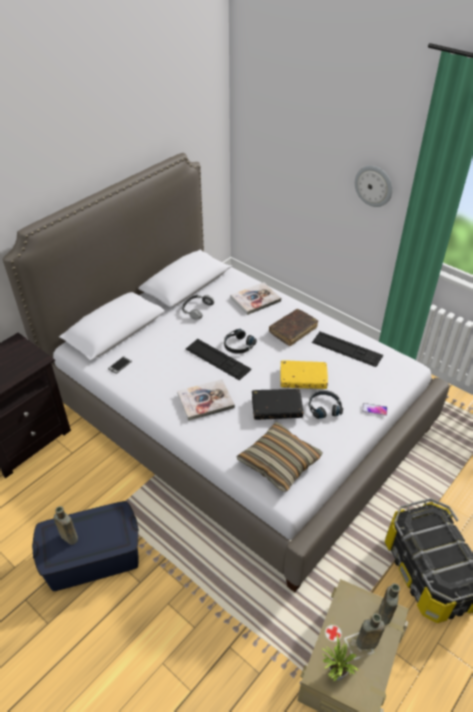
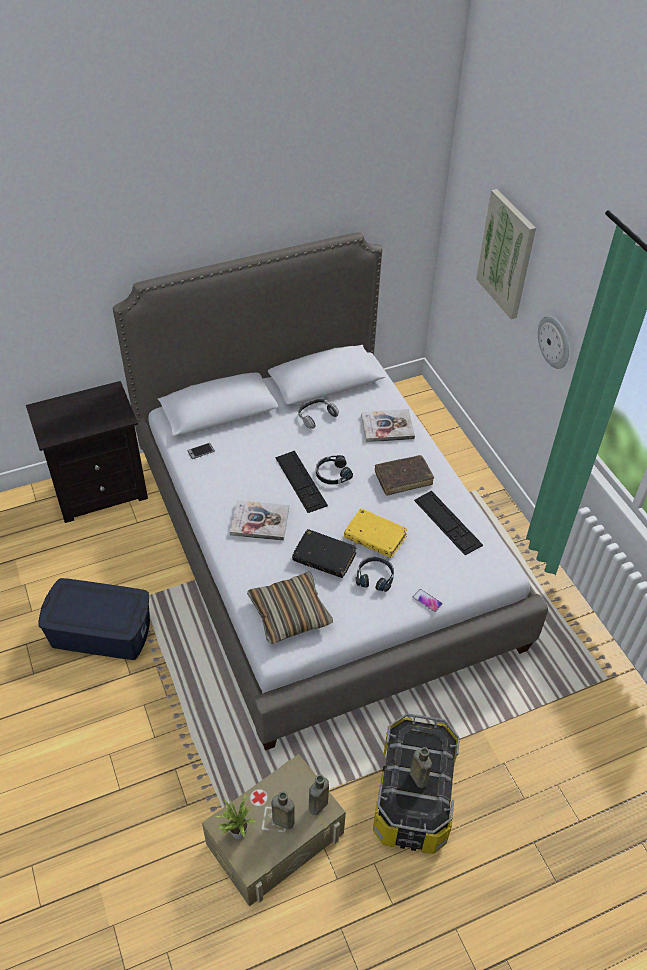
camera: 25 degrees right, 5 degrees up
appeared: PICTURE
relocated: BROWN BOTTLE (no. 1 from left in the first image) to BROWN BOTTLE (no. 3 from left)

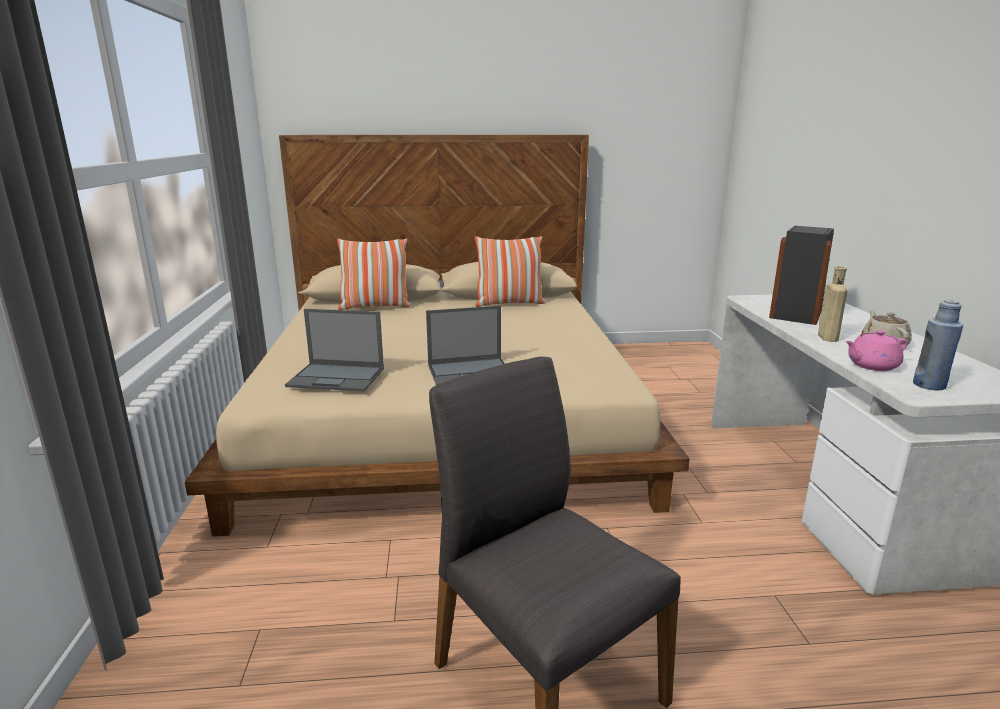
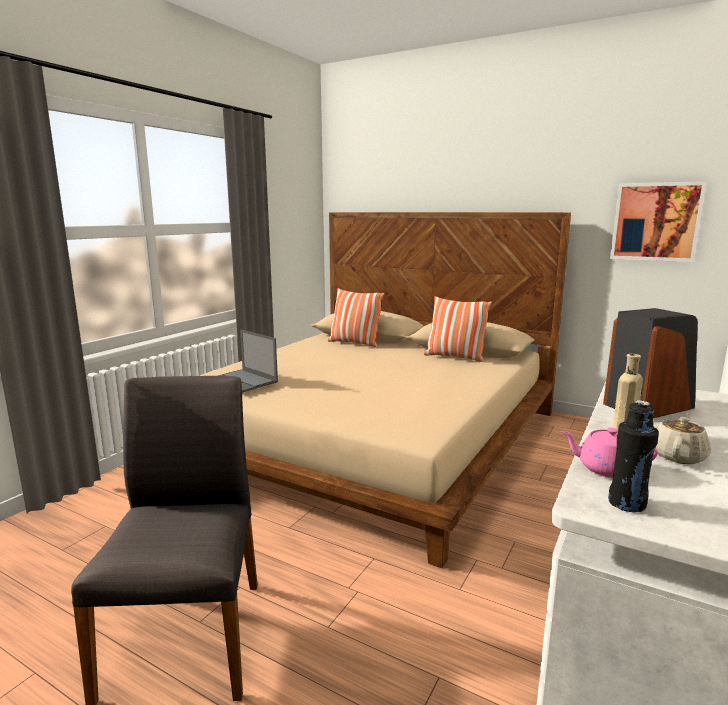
camera: 35 degrees right, 5 degrees down
missing: LAPTOP (no. 2 from left)
appeared: PICTURE
colour: BLUE BOTTLE to BLACK BOTTLE

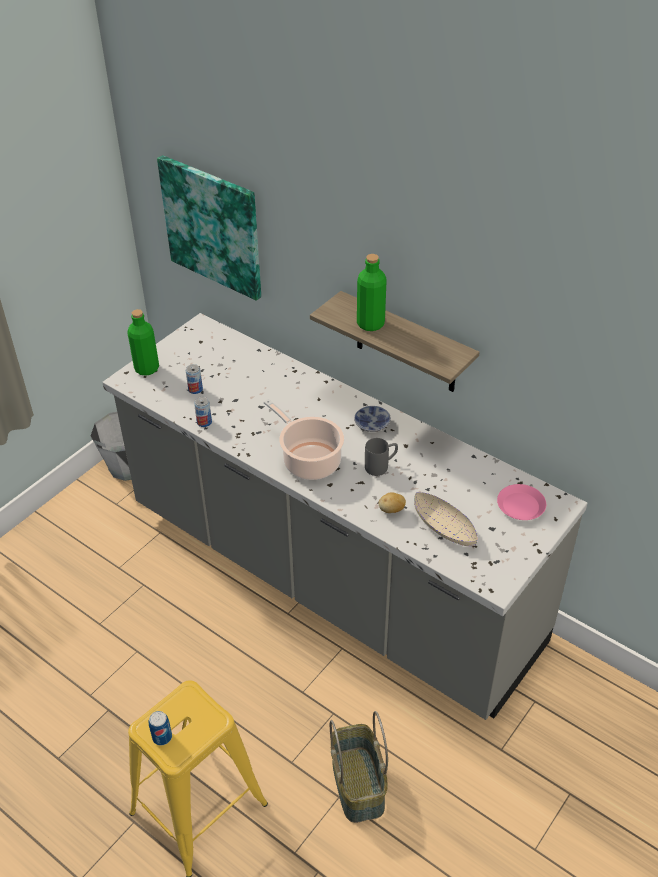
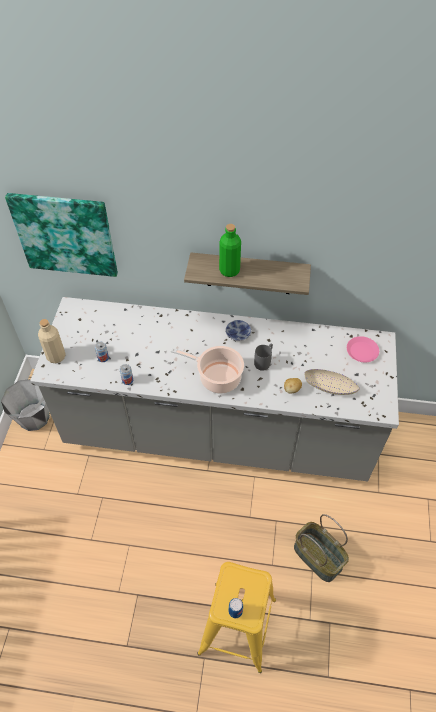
camera: 30 degrees left, 10 degrees up
colour: GREEN BOTTLE (no. 1 from left) to BEIGE BOTTLE

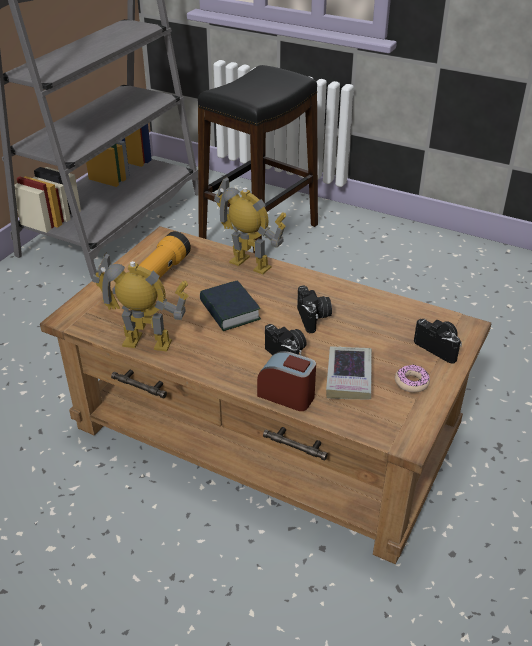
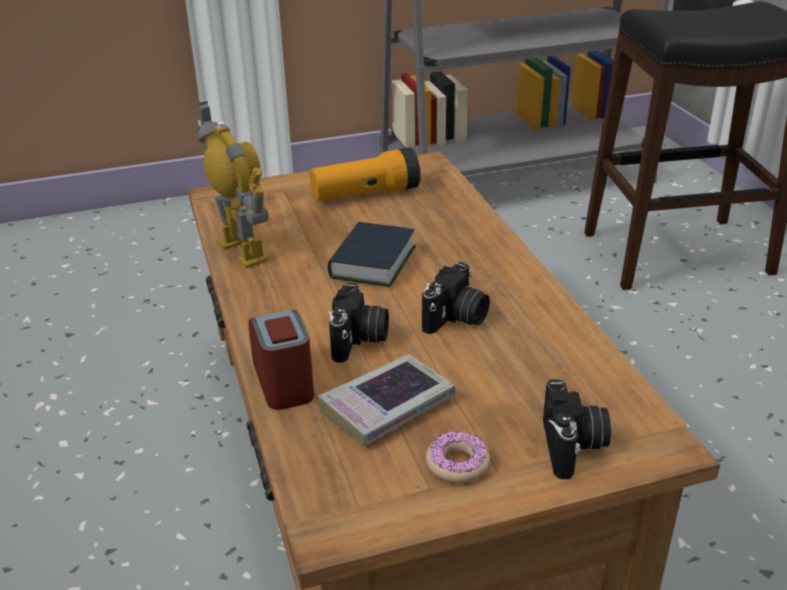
camera: 45 degrees right, 5 degrees down
missing: TOY ROBOT (no. 2 from left)

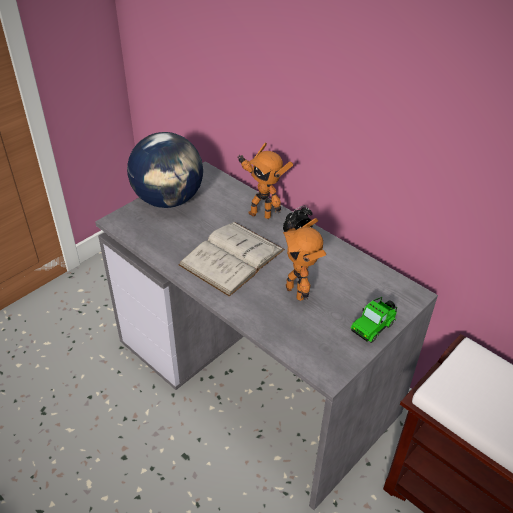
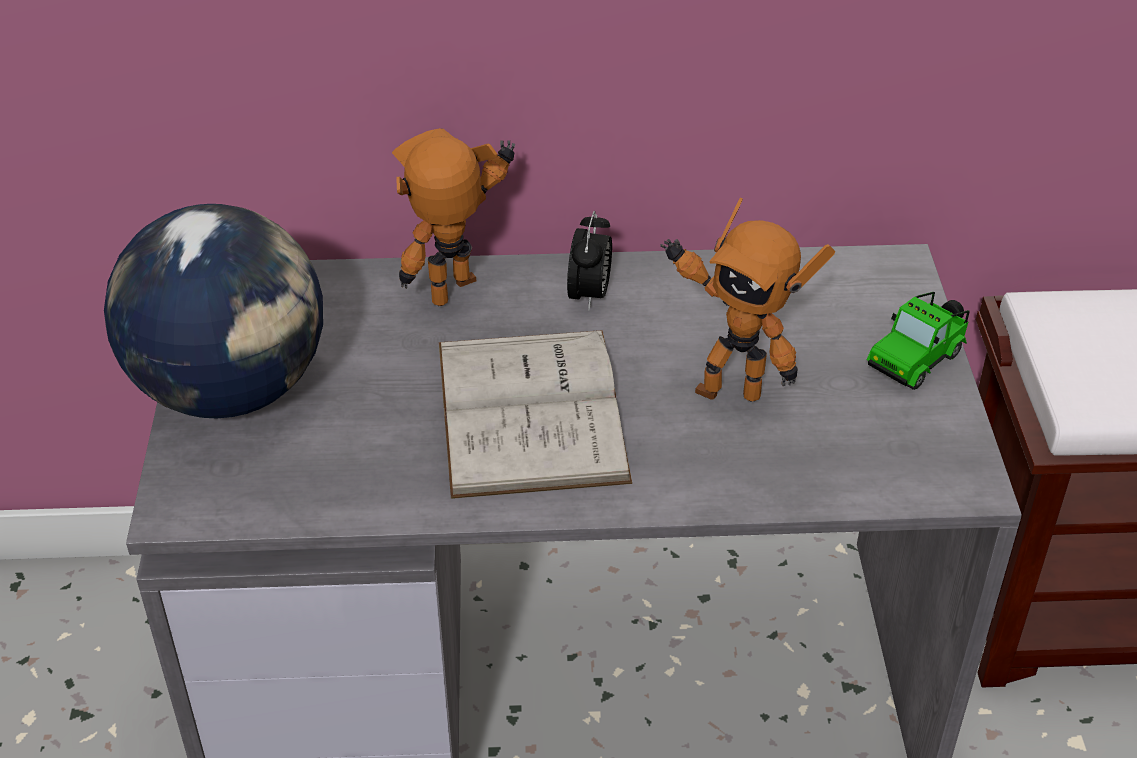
camera: 45 degrees left, 0 degrees up
spun: TOY ROBOT (no. 1 from left) 150 degrees clockwise; TOY CAR 45 degrees clockwise

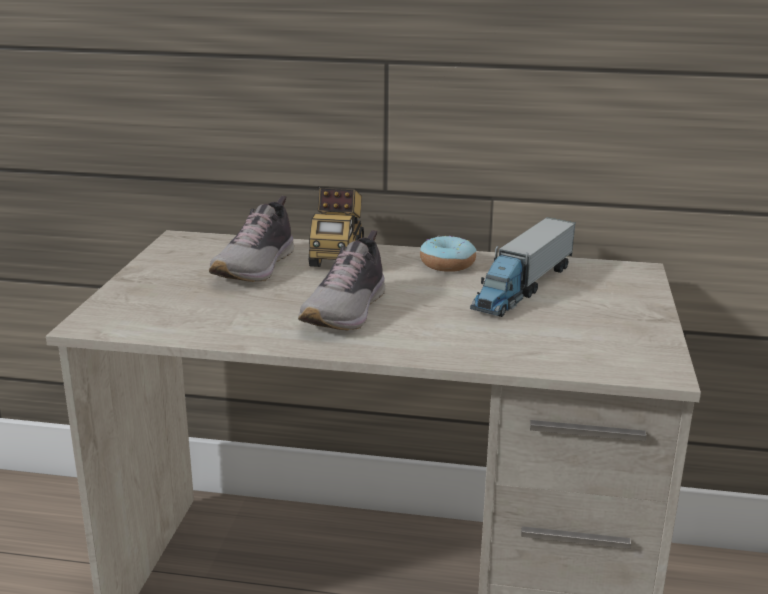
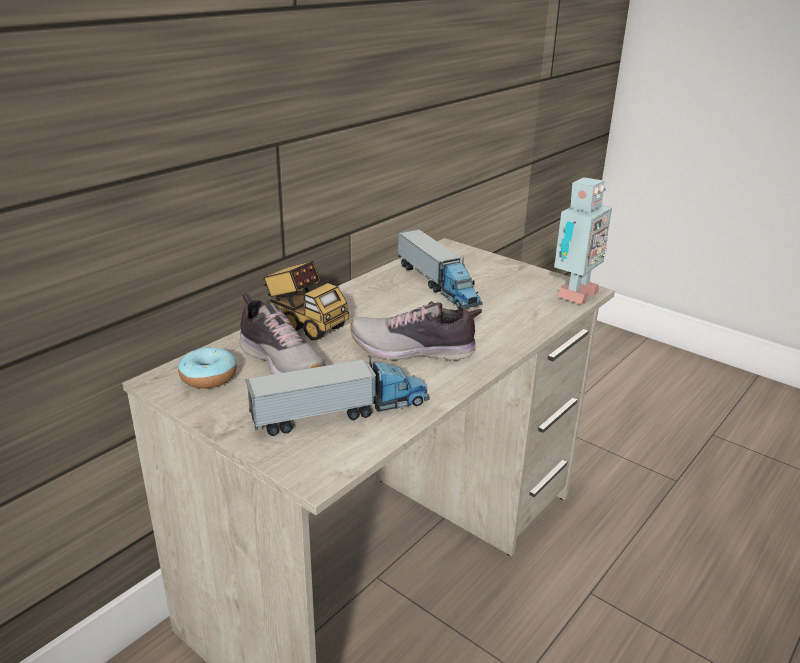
camera: 60 degrees left, 5 degrees up
appeared: TOY TRUCK (no. 2 from left); TOY ROBOT
relocated: DONUT
spun: SHOE (no. 2 from left) 135 degrees clockwise

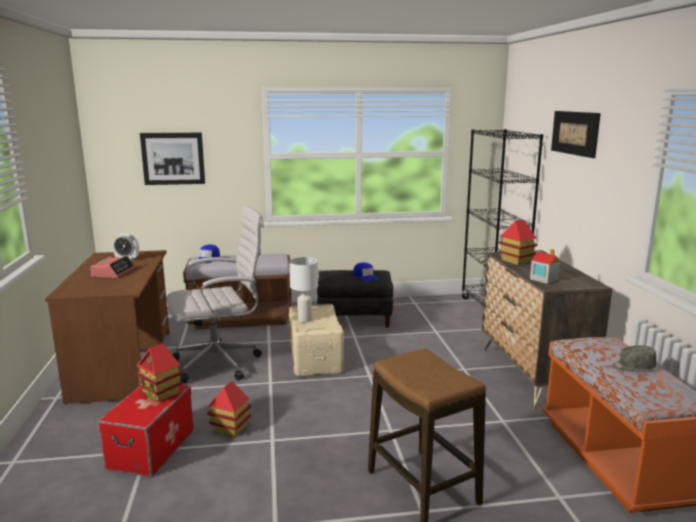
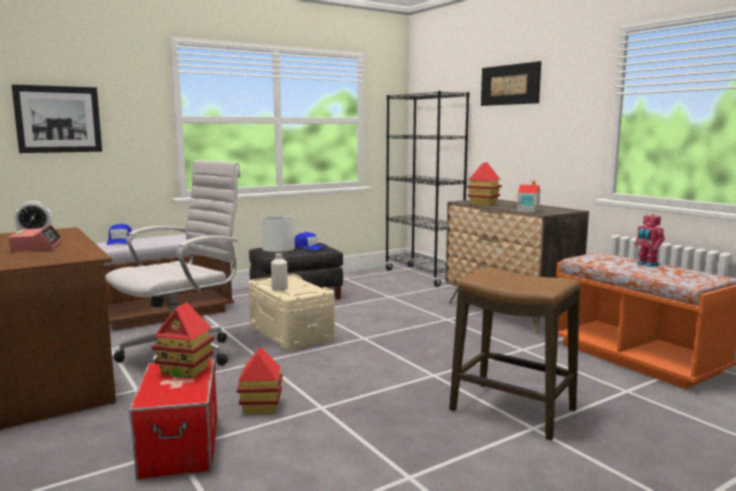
camera: 25 degrees left, 5 degrees down
exchanged: GREY CAP to TOY ROBOT

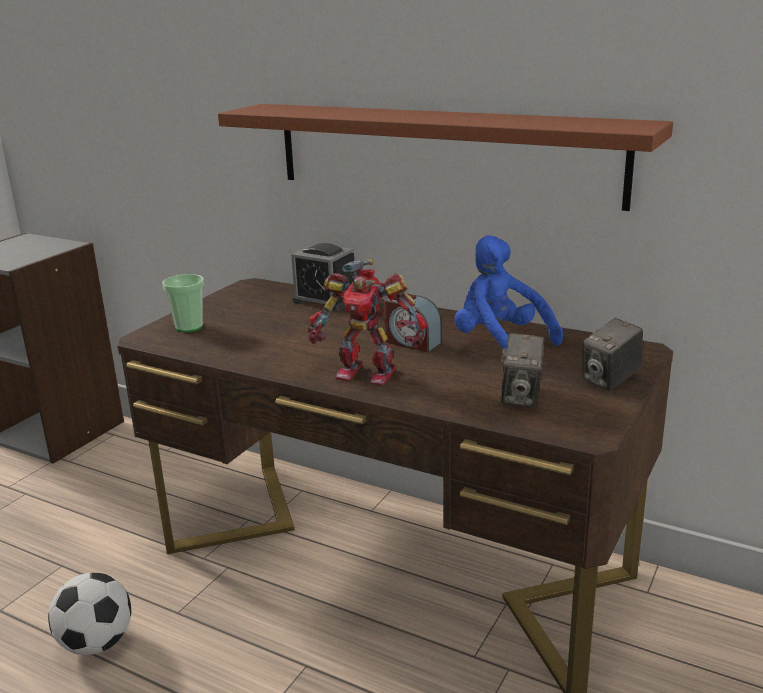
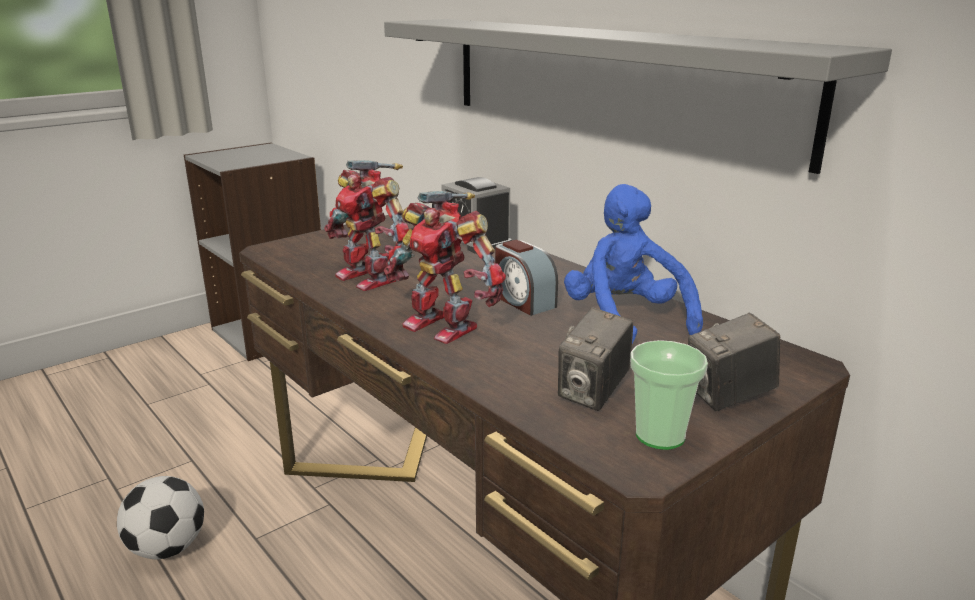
camera: 20 degrees right, 0 degrees up
appeared: TOY ROBOT (no. 1 from left)
relocated: CUP
colour: BROWN SHELF to GREY SHELF

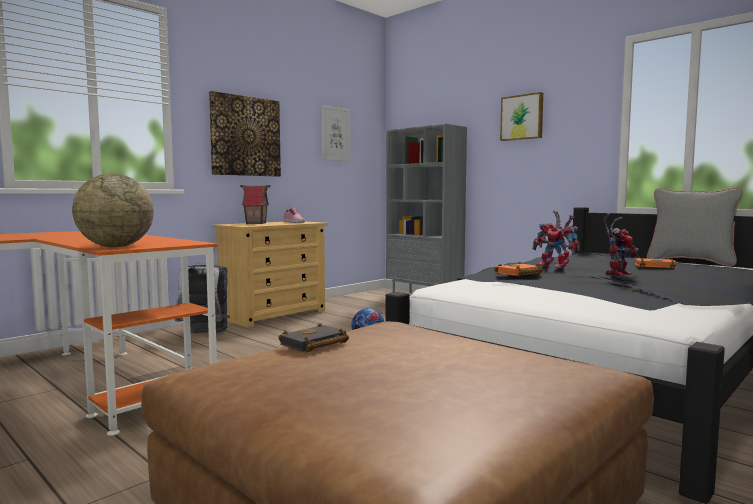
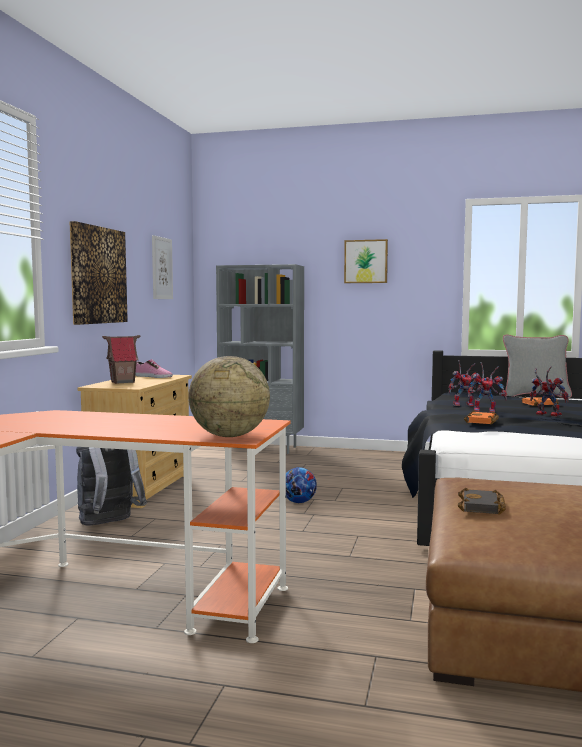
camera: 30 degrees left, 0 degrees up
spun: TOY ROBOT (no. 3 from left) 60 degrees counterclockwise

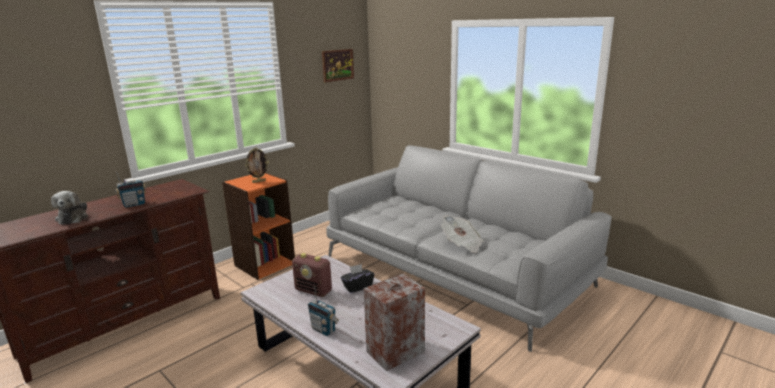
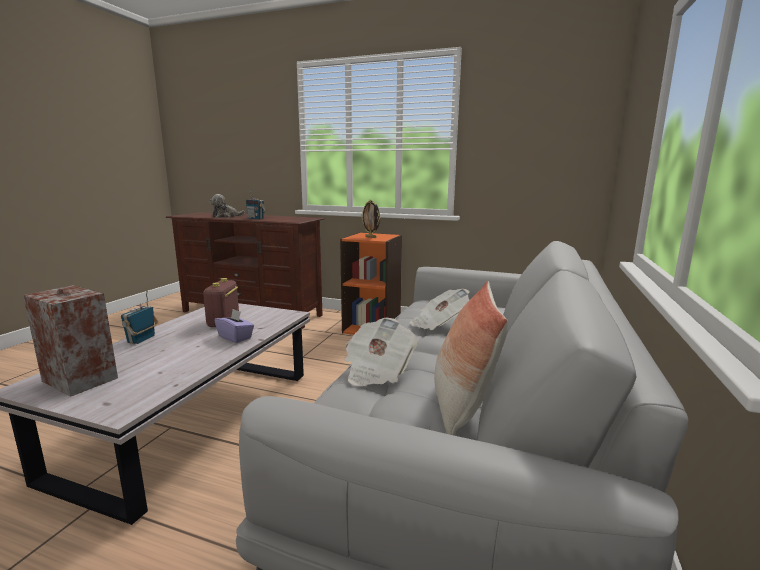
camera: 65 degrees right, 5 degrees down
missing: PICTURE
appeared: NEWSPAPER (no. 2 from left); PILLOW
colour: BLACK TISSUE BOX to PURPLE TISSUE BOX

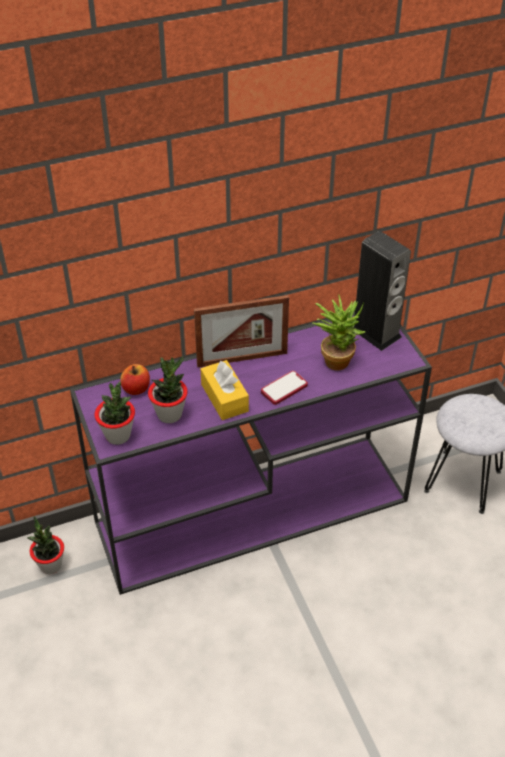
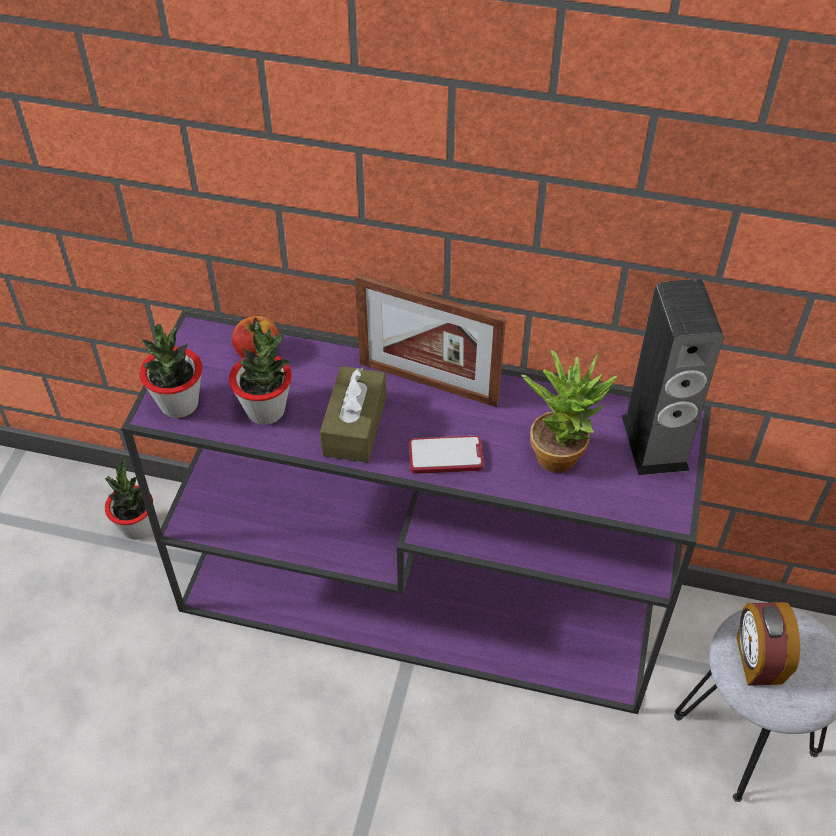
camera: 35 degrees right, 5 degrees up
appeared: ALARM CLOCK
colour: YELLOW TISSUE BOX to BROWN TISSUE BOX

